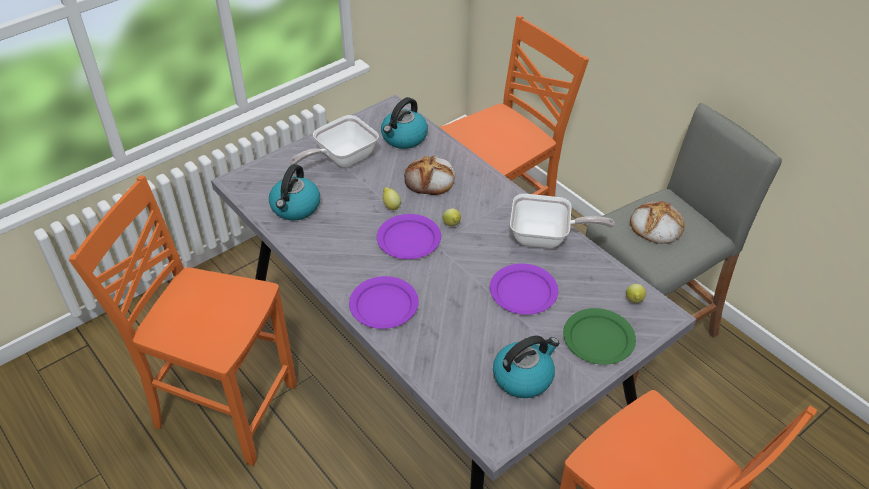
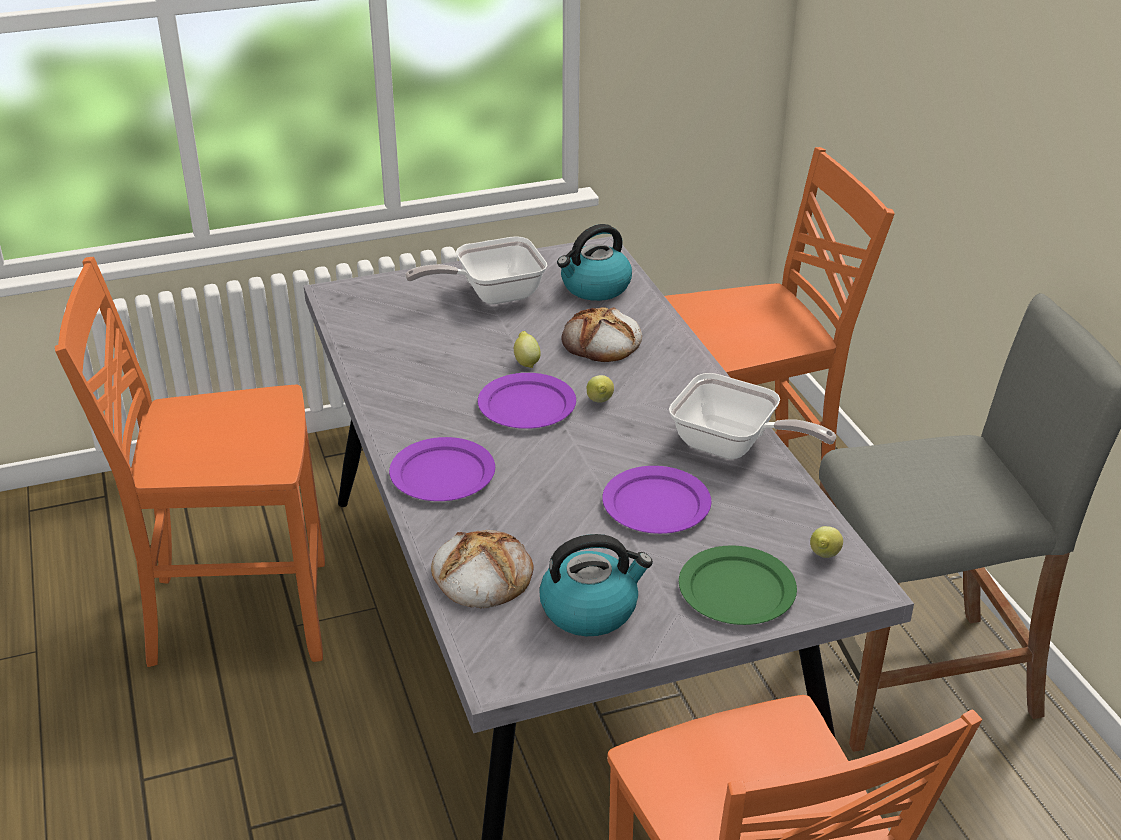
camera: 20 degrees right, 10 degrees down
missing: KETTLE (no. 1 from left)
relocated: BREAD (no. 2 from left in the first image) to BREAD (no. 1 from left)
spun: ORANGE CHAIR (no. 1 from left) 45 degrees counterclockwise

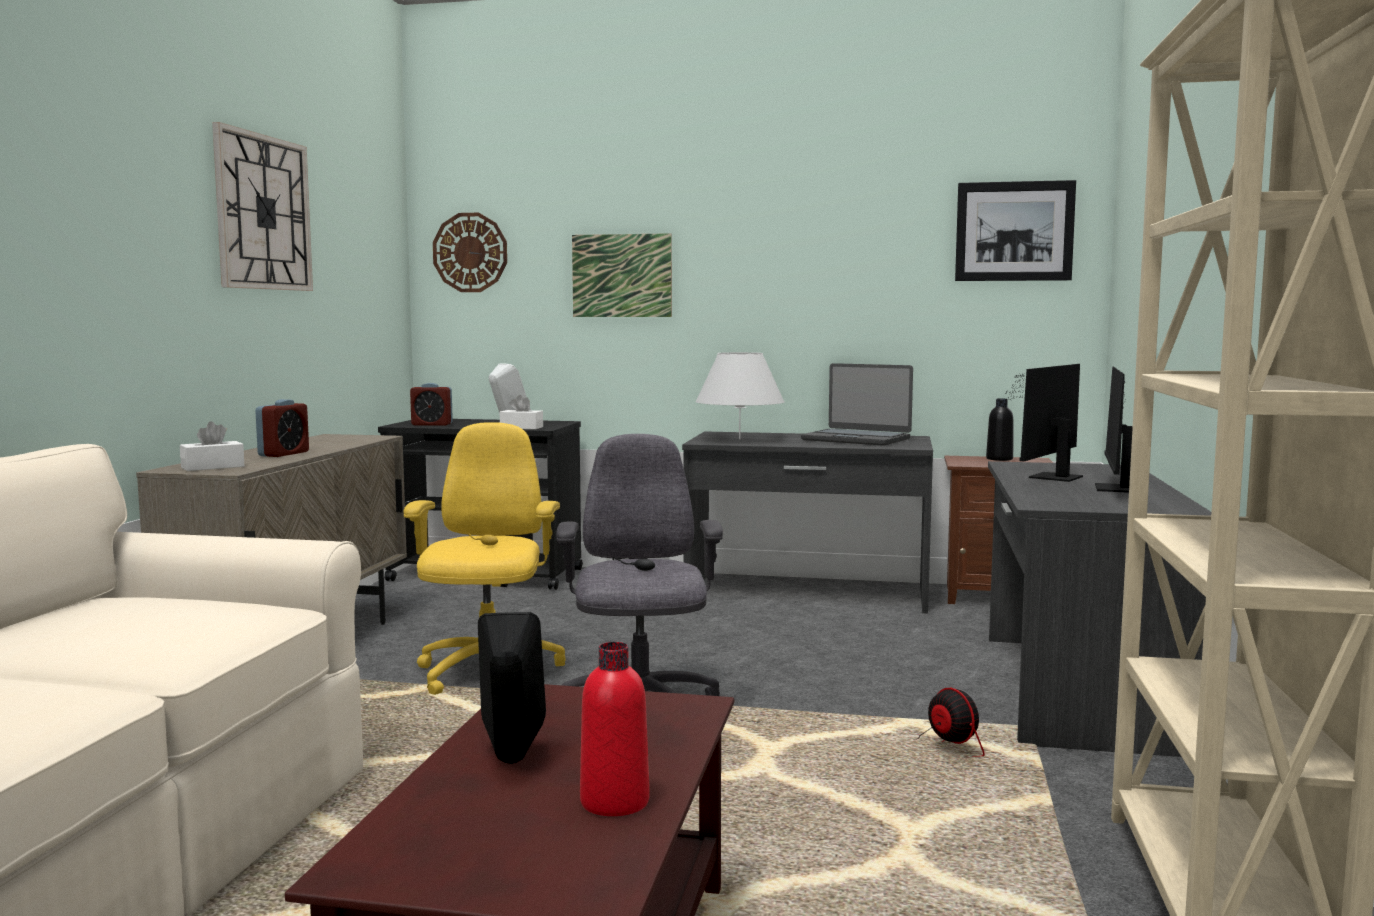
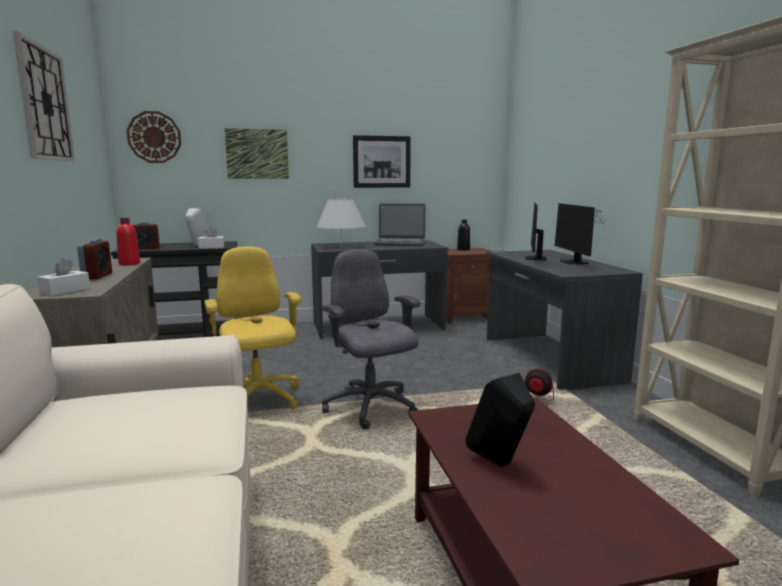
camera: 25 degrees left, 5 degrees up
relocated: RED BOTTLE; PICTURE (no. 2 from left)

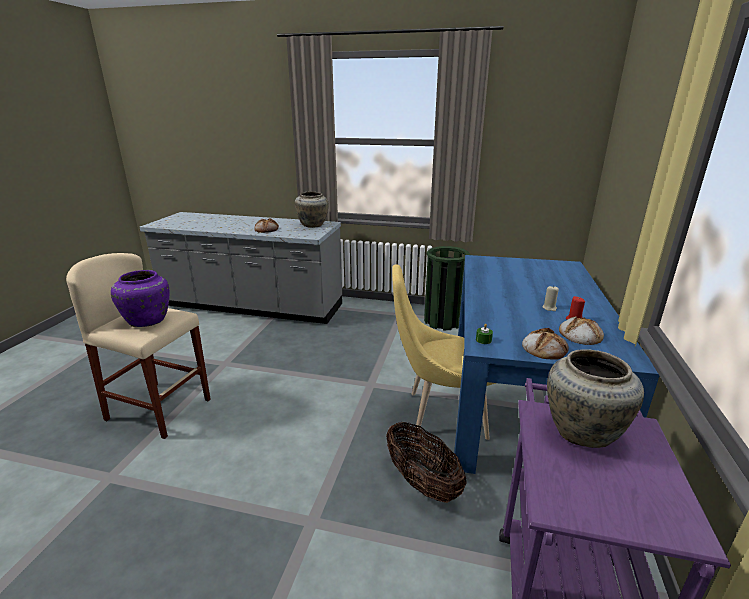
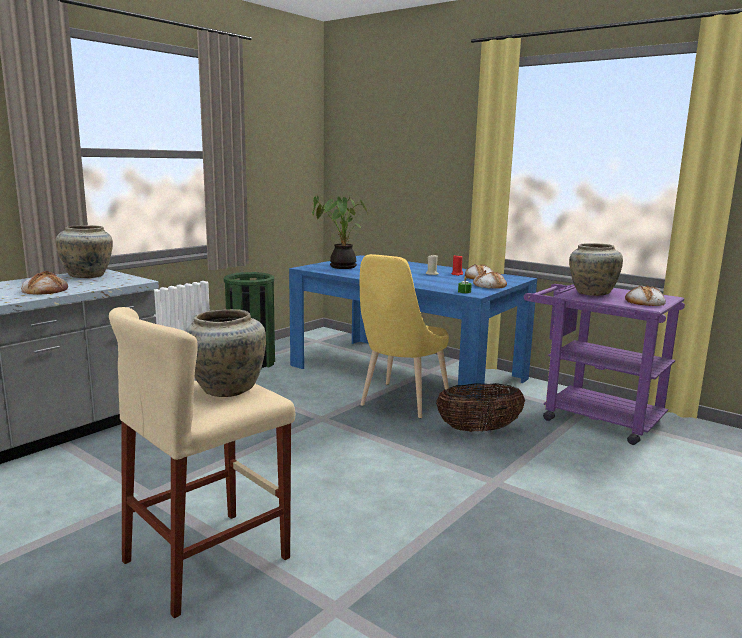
camera: 65 degrees left, 10 degrees down
appeared: POTTED PLANT; BREAD (no. 4 from left)
colour: PURPLE VASE to BEIGE VASE (no. 2 from left)

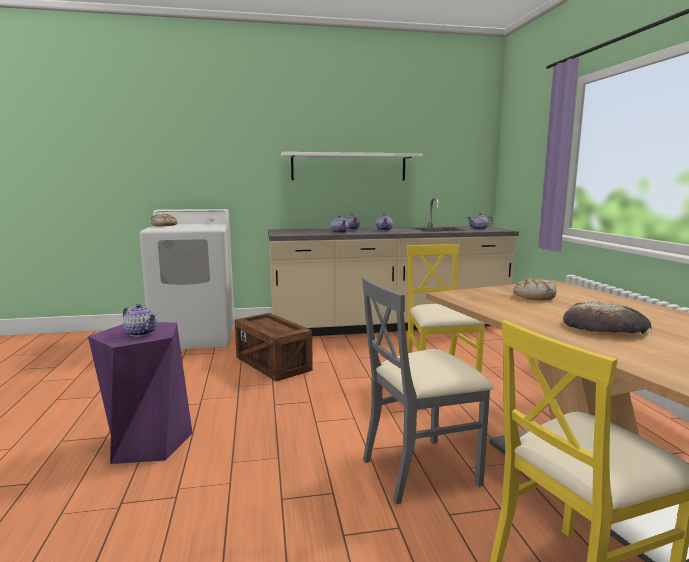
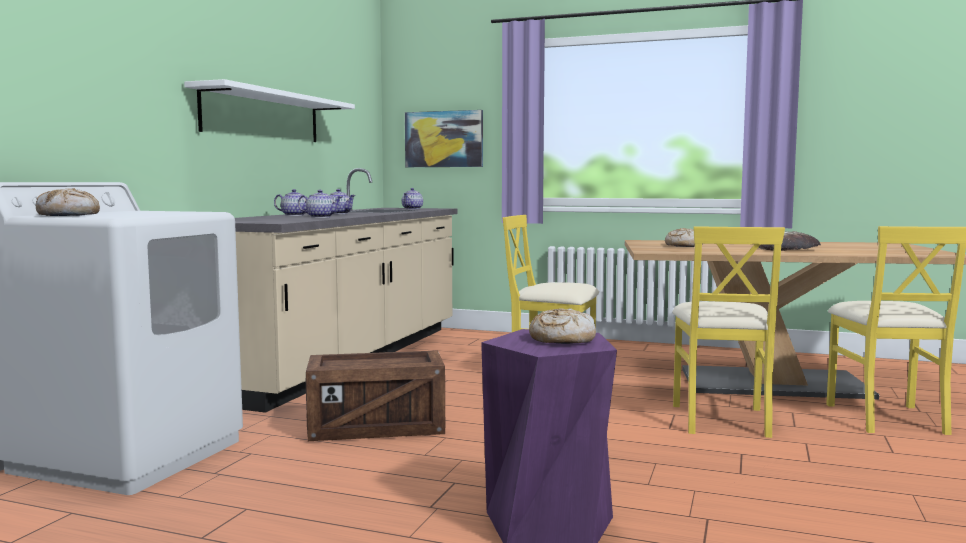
camera: 60 degrees left, 5 degrees down
appeared: PICTURE
exchanged: TEAPOT (no. 1 from left) to BREAD (no. 2 from left)
colour: GREY CHAIR to YELLOW CHAIR (no. 2 from left)

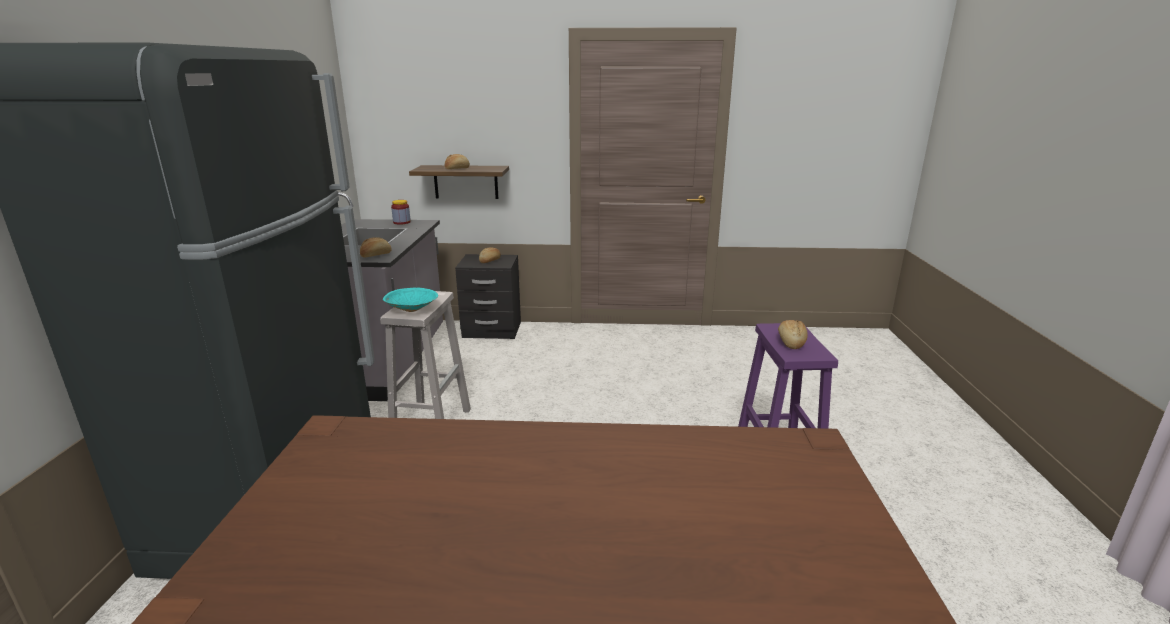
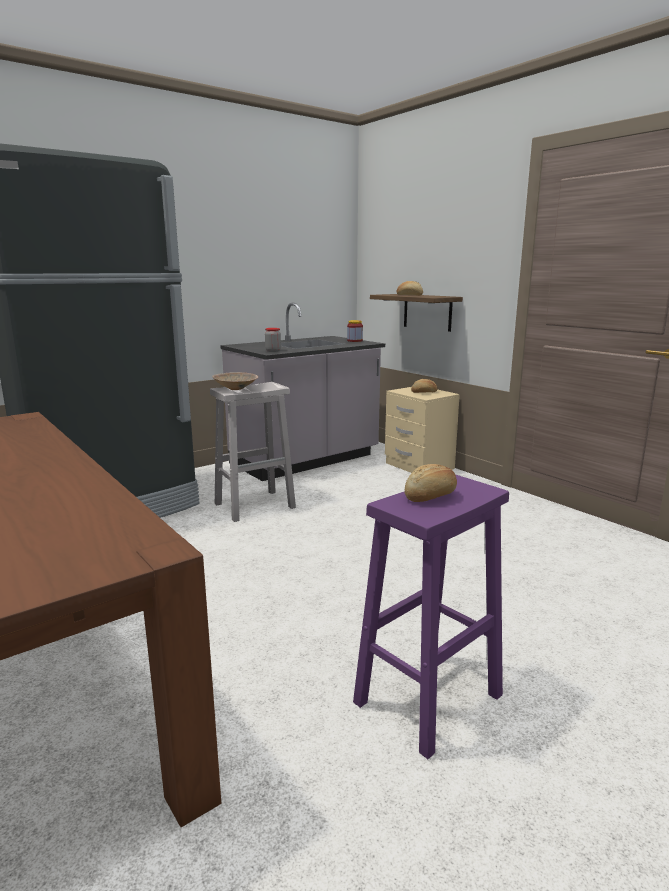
camera: 50 degrees right, 5 degrees down
exchanged: BREAD (no. 1 from left) to JAR (no. 1 from left)
colour: TURQUOISE BOWL to BEIGE BOWL; BLACK NIGHTSTAND to BEIGE NIGHTSTAND

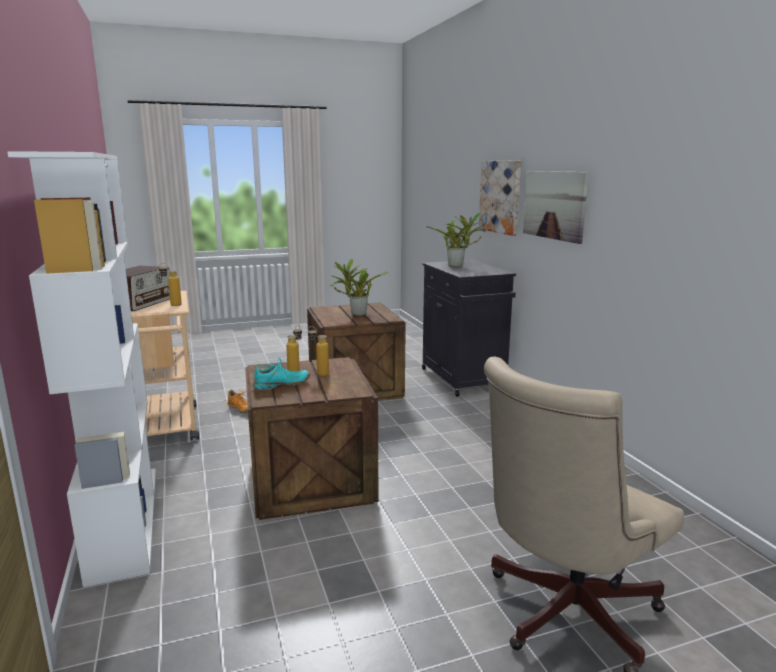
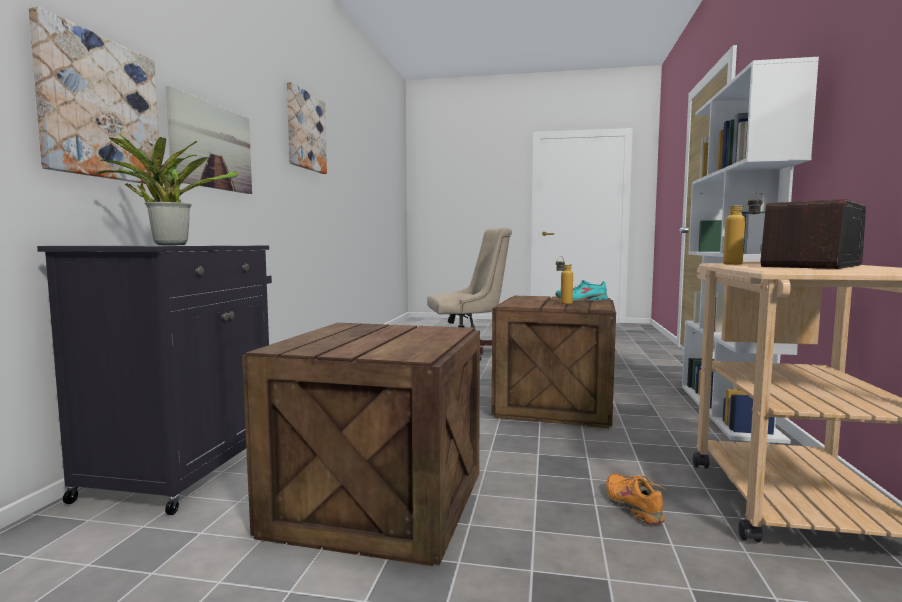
camera: 150 degrees left, 10 degrees down
missing: BOTTLE (no. 3 from left); POTTED PLANT (no. 1 from left)
appeared: PICTURE (no. 3 from left)

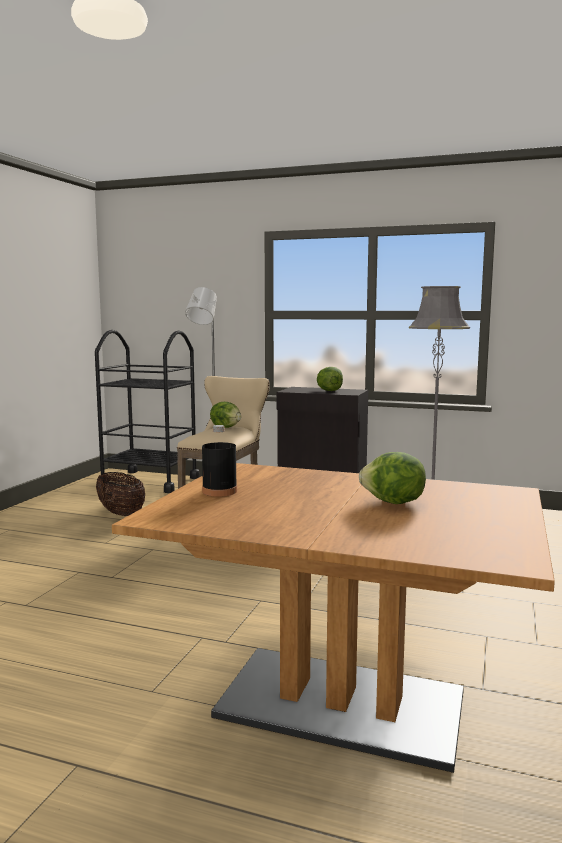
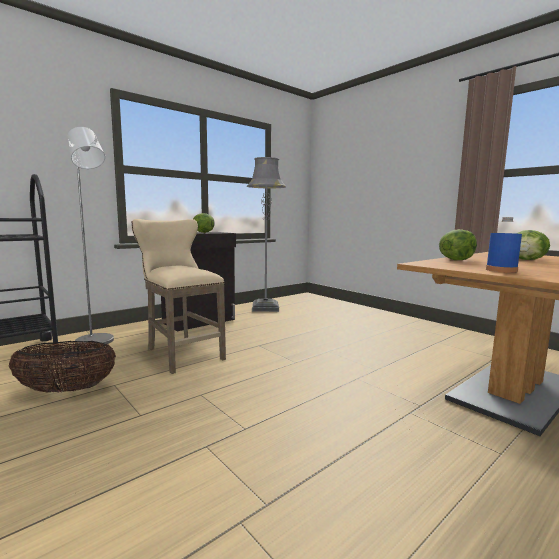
camera: 60 degrees left, 0 degrees up
relocated: LETTUCE (no. 1 from left in the first image) to LETTUCE (no. 2 from left)
colour: BLACK BOTTLE to BLUE BOTTLE

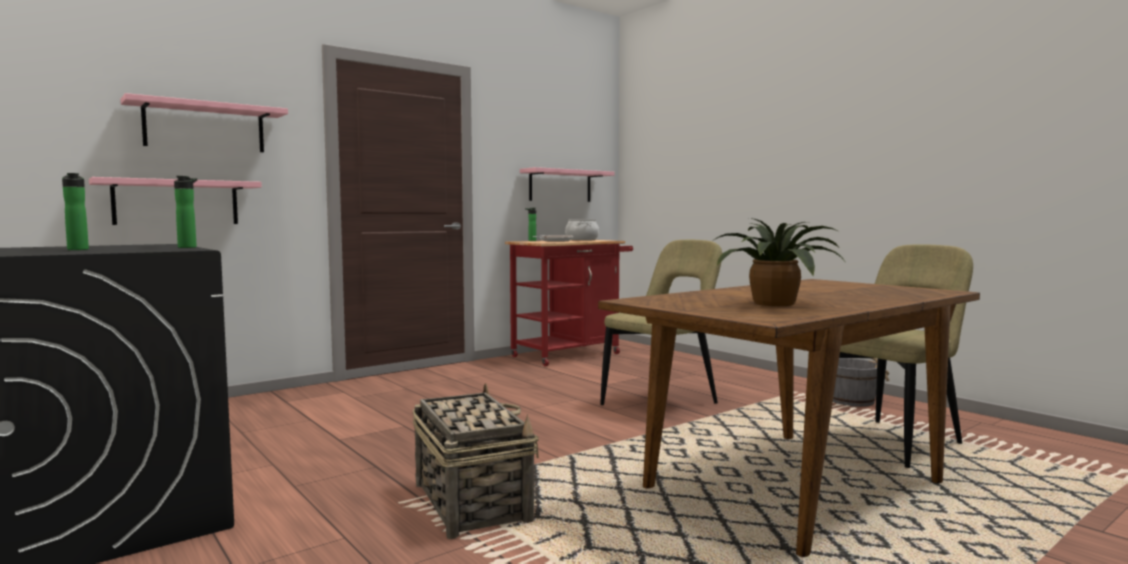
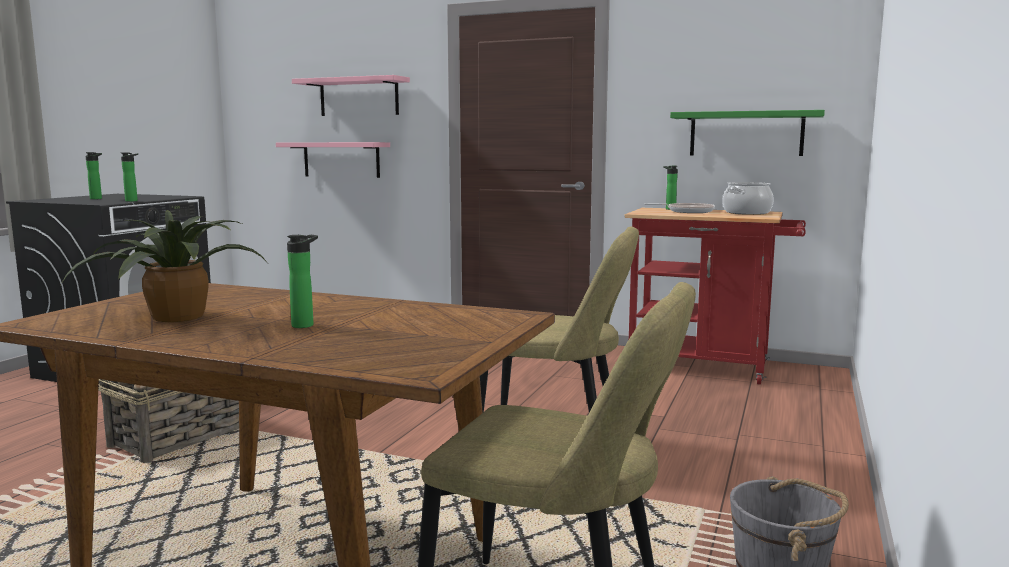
camera: 60 degrees right, 5 degrees up
appeared: BOTTLE (no. 3 from left)
colour: PINK SHELF (no. 3 from left) to GREEN SHELF

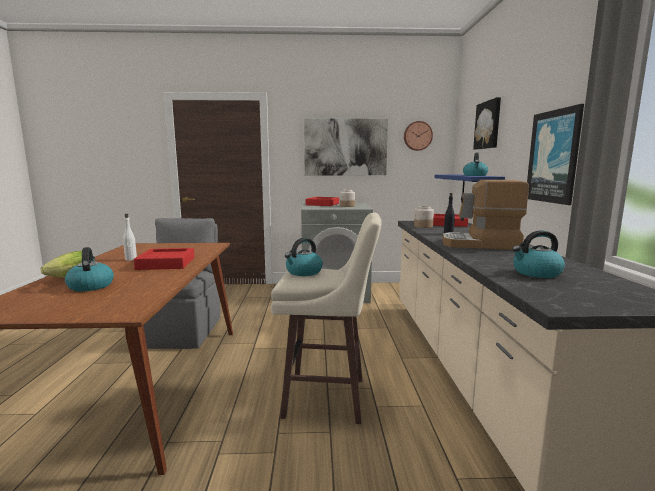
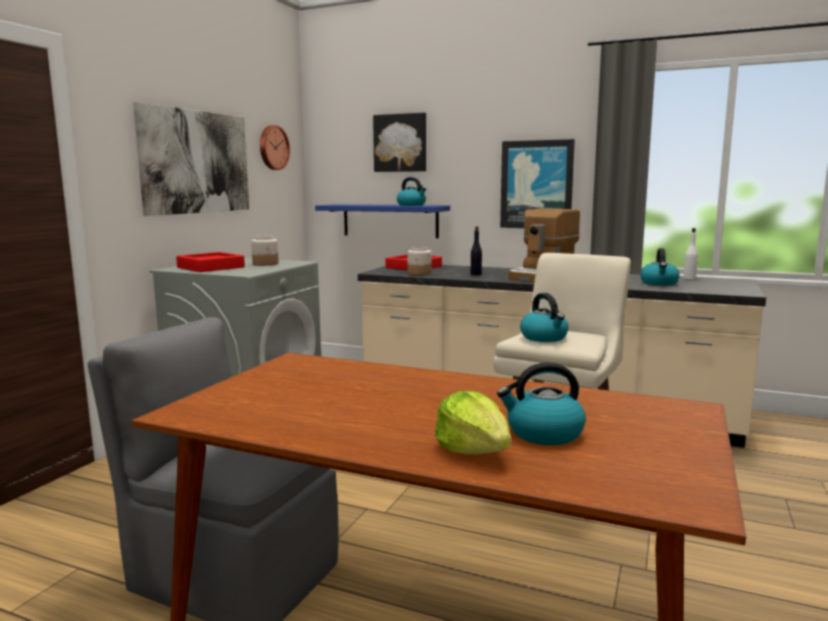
camera: 65 degrees left, 0 degrees up
missing: RED TRAY (no. 1 from left)
relocated: WHITE BOTTLE

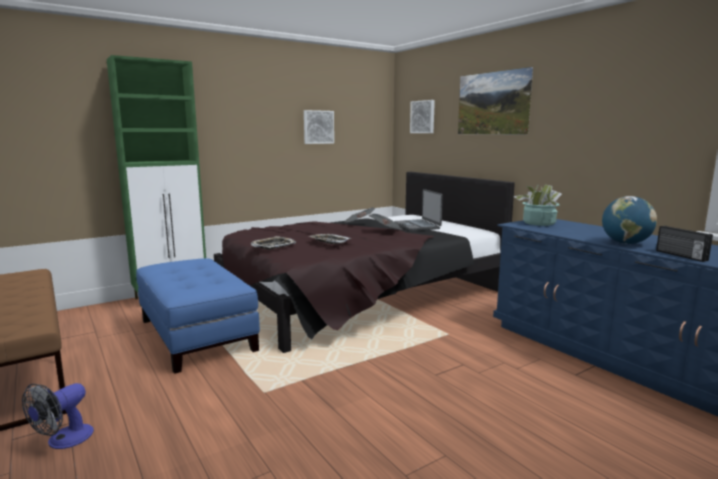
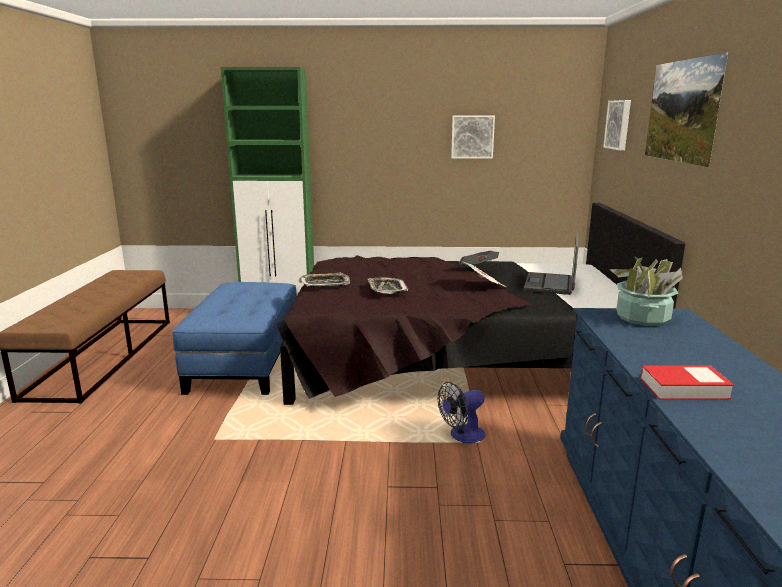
camera: 35 degrees right, 5 degrees up
missing: RADIO
relocated: FAN
exchanged: GLOBE to BOOK

